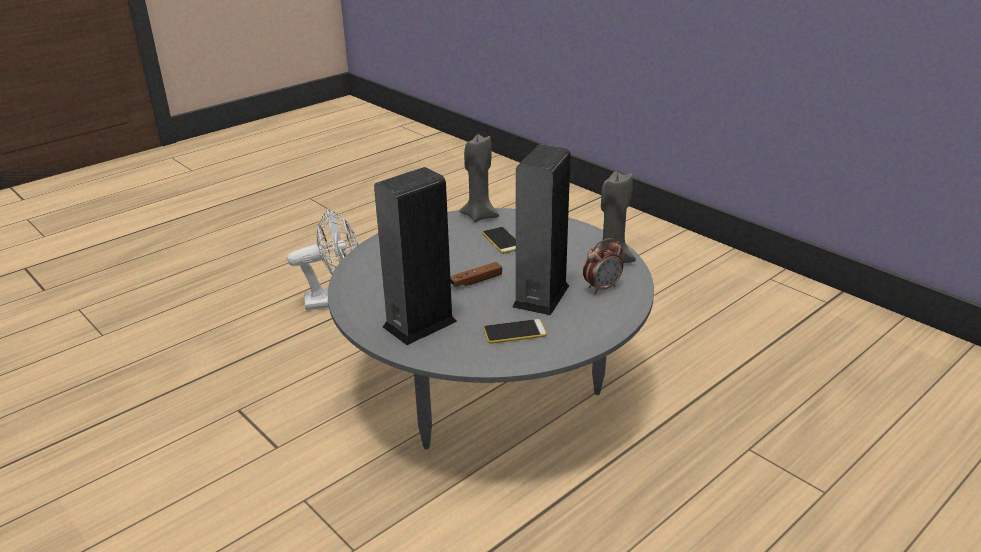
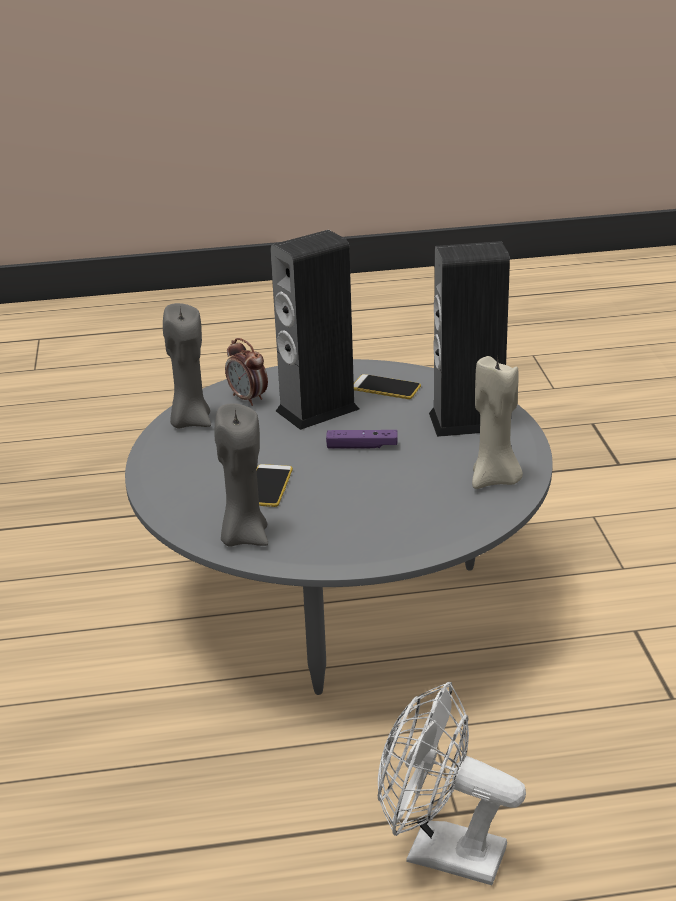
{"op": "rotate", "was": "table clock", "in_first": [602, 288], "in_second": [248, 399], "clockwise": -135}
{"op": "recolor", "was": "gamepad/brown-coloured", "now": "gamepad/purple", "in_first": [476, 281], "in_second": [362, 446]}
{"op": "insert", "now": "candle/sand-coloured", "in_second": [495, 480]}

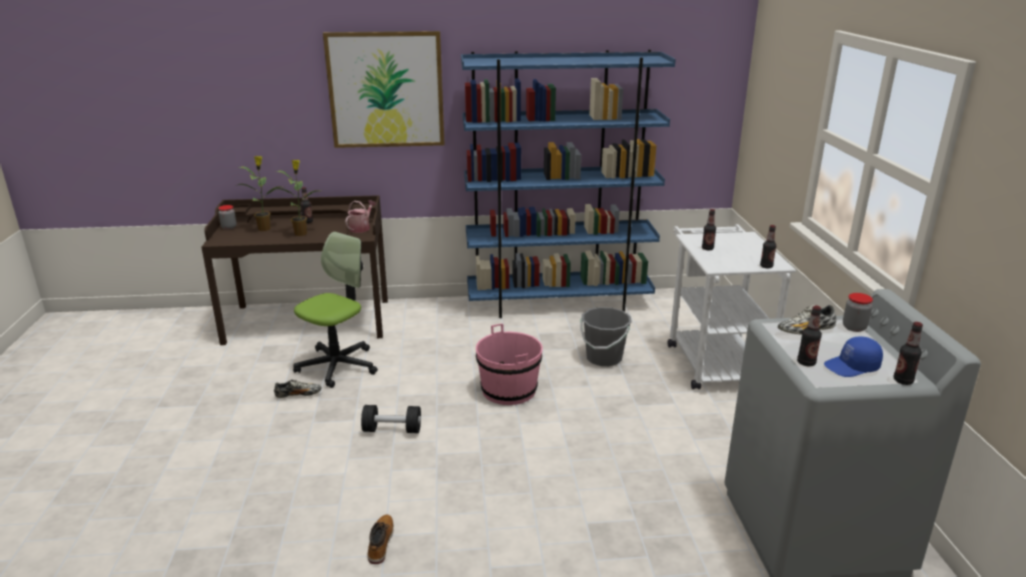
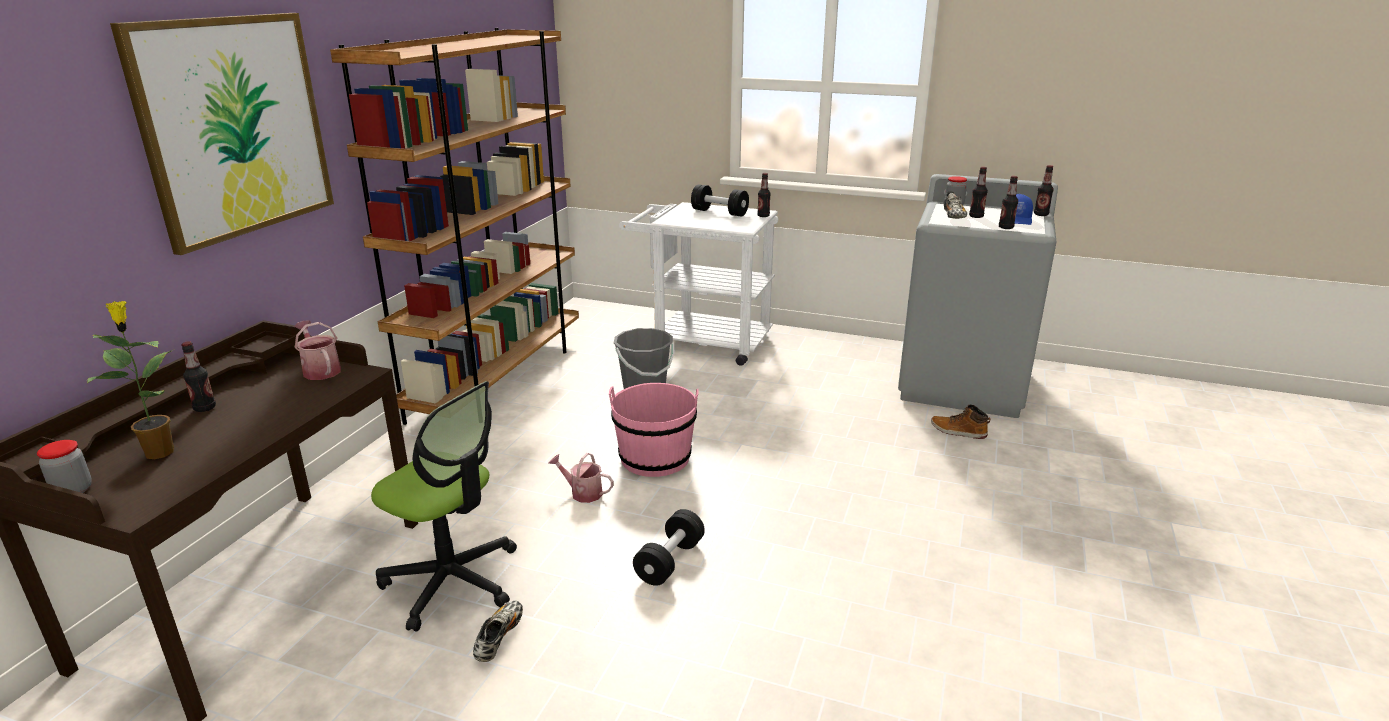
{"op": "recolor", "was": "bookcase/blue", "now": "bookcase/brown-coloured", "in_first": [559, 304], "in_second": [498, 379]}
{"op": "delete", "was": "plant in a pot", "in_first": [301, 233]}
{"op": "move", "was": "drink bottle", "in_first": [707, 248], "in_second": [976, 216]}
{"op": "rotate", "was": "office chair", "in_first": [337, 366], "in_second": [452, 581], "clockwise": 150}
{"op": "move", "was": "tall boot", "in_first": [380, 543], "in_second": [958, 432]}
{"op": "insert", "now": "free weight/black", "in_second": [719, 212]}
{"op": "insert", "now": "sprinkling can", "in_second": [582, 492]}

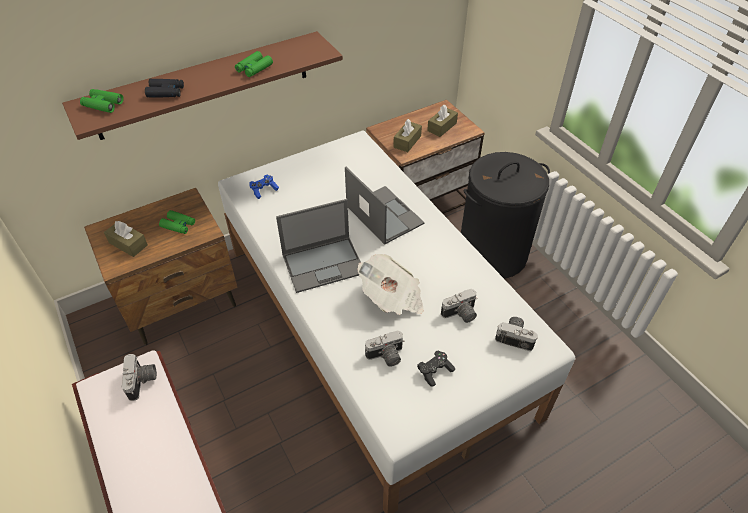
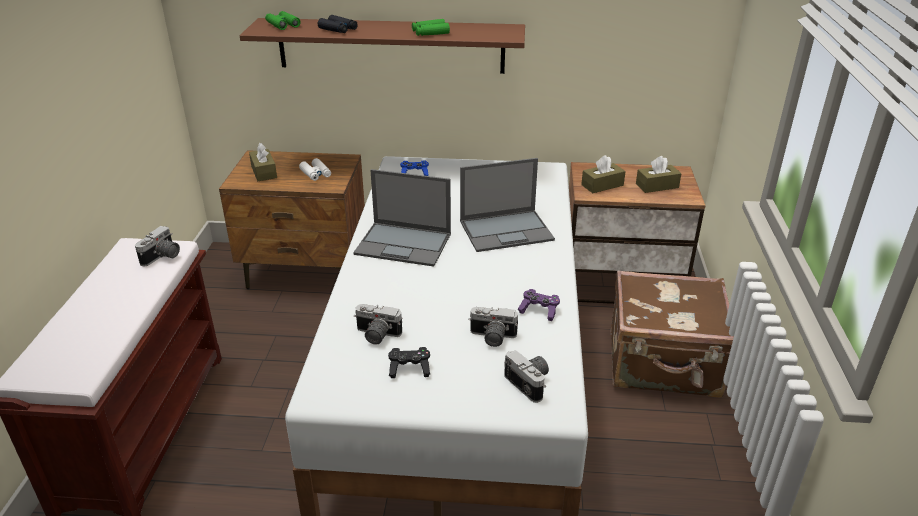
{"op": "replace", "was": "laundry basket/black", "now": "piece of luggage/brown-coloured", "in_first": [492, 253], "in_second": [663, 364]}
{"op": "rotate", "was": "notebook computer", "in_first": [383, 214], "in_second": [507, 230], "clockwise": 75}
{"op": "recolor", "was": "binoculars/green-coloured", "now": "binoculars/whitish", "in_first": [178, 225], "in_second": [316, 174]}
{"op": "delete", "was": "newspaper", "in_first": [392, 297]}
{"op": "insert", "now": "gamepad/purple", "in_second": [539, 310]}

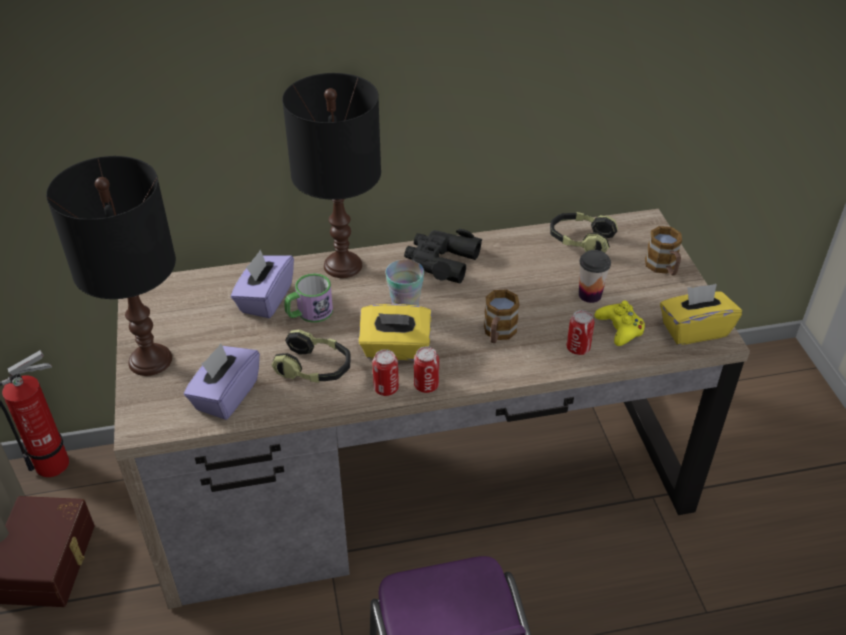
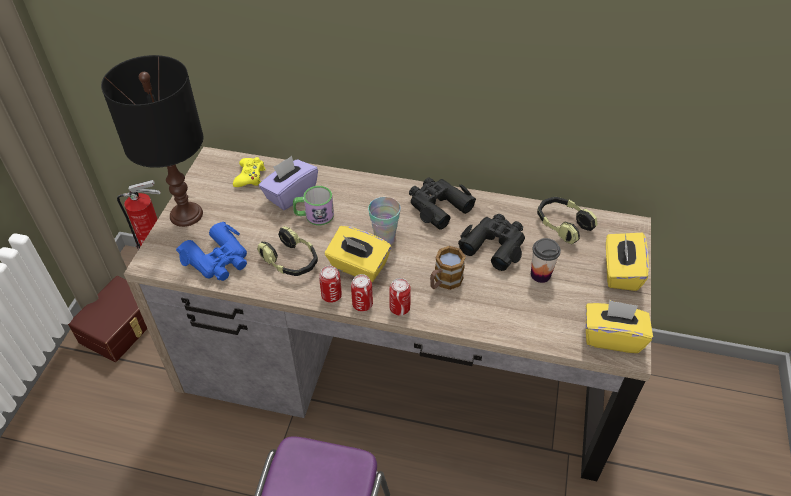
{"op": "delete", "was": "tabletop lamp/black", "in_first": [343, 265]}
{"op": "replace", "was": "mug", "now": "tissue box/yellow", "in_first": [663, 268], "in_second": [620, 272]}
{"op": "move", "was": "gamepad/yellow", "in_first": [620, 328], "in_second": [250, 176]}
{"op": "move", "was": "sealed can", "in_first": [578, 348], "in_second": [399, 308]}
{"op": "replace", "was": "tissue box/purple", "now": "binoculars/blue", "in_first": [226, 395], "in_second": [218, 259]}
{"op": "insert", "now": "binoculars/black", "in_second": [494, 245]}

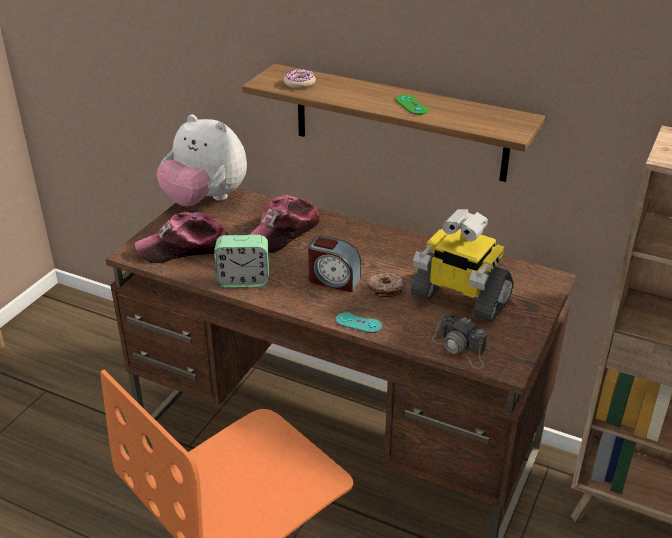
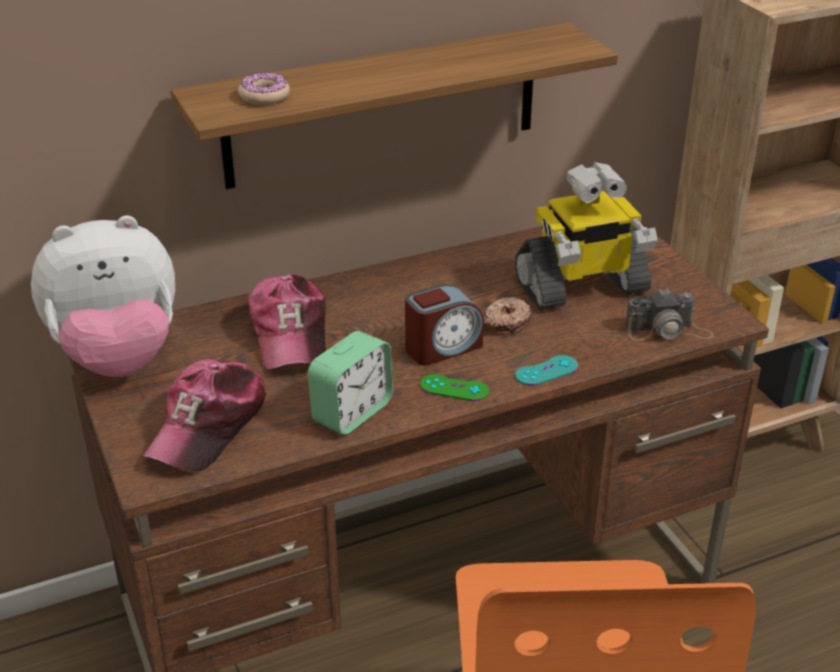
{"op": "move", "was": "gamepad/green-coloured", "in_first": [412, 105], "in_second": [454, 388]}

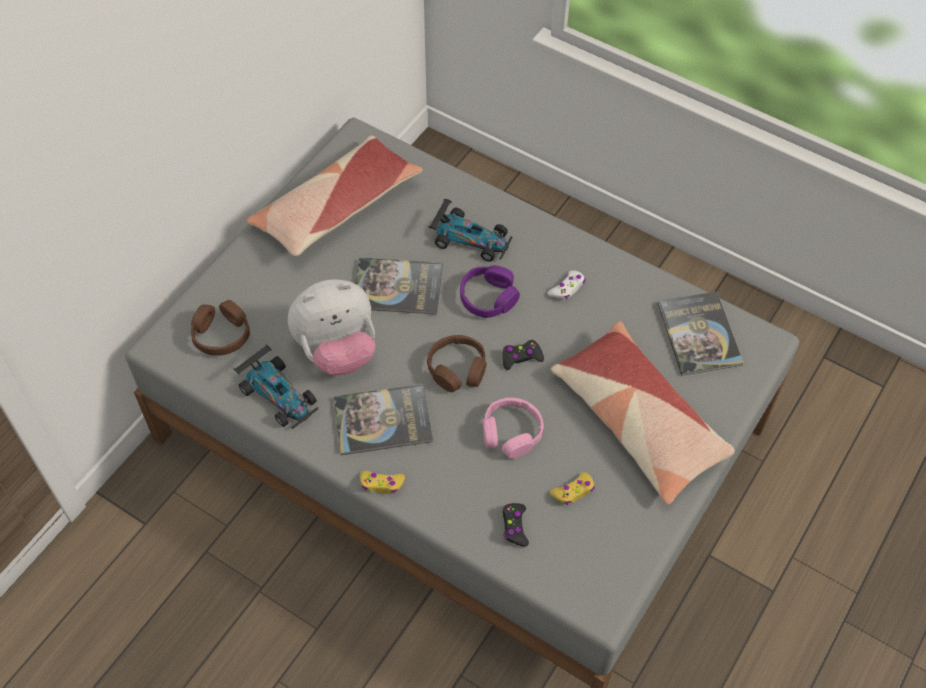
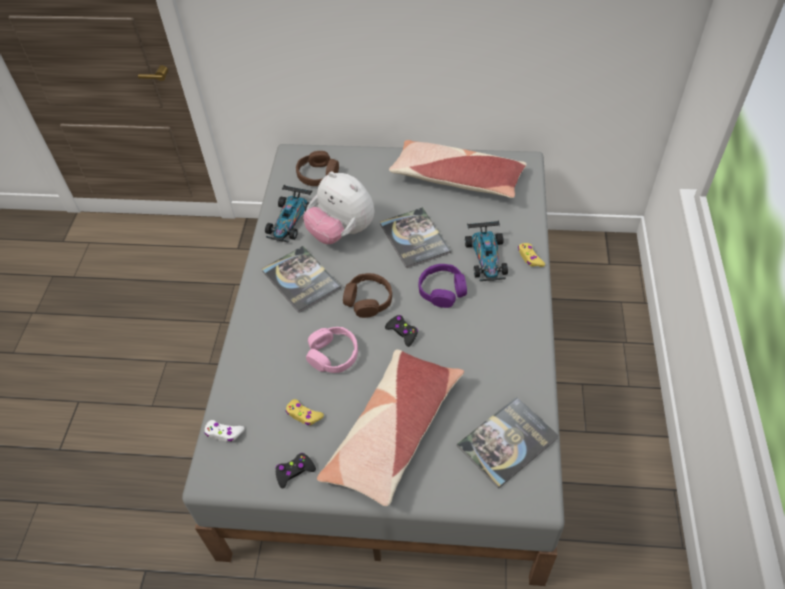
{"op": "move", "was": "gamepad/whitish", "in_first": [567, 288], "in_second": [224, 433]}
{"op": "move", "was": "gamepad/yellow", "in_first": [382, 484], "in_second": [530, 258]}
{"op": "move", "was": "gamepad/black", "in_first": [514, 527], "in_second": [294, 472]}

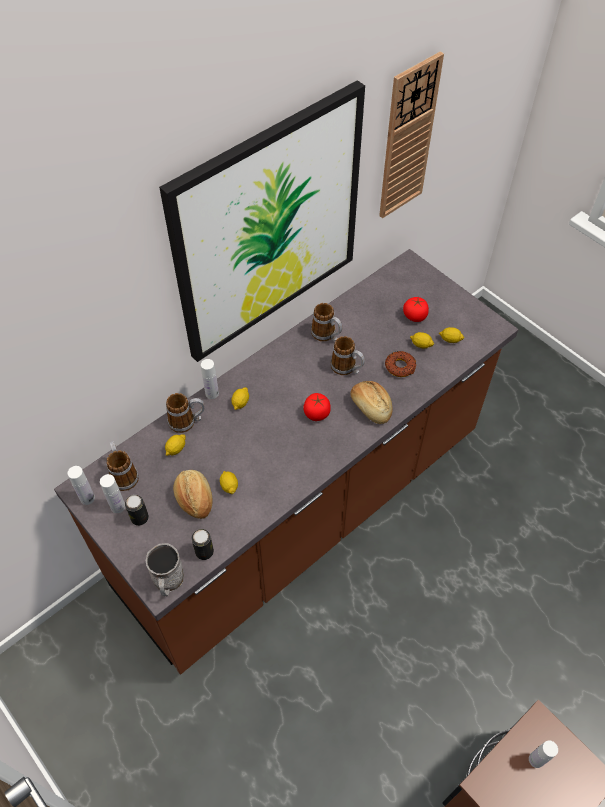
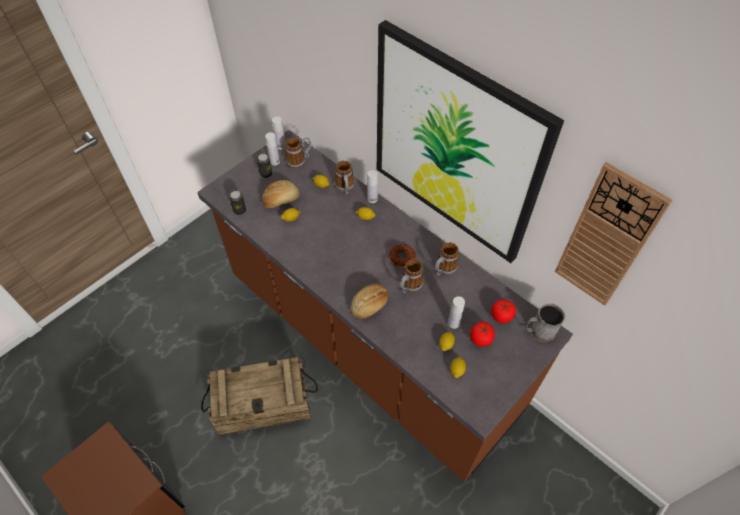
{"op": "move", "was": "doughnut", "in_first": [400, 366], "in_second": [402, 257]}
{"op": "move", "was": "whole tomato", "in_first": [317, 413], "in_second": [501, 316]}
{"op": "move", "was": "mug/greyish", "in_first": [168, 581], "in_second": [539, 331]}
{"op": "move", "was": "drink bottle/whitish", "in_first": [536, 759], "in_second": [453, 323]}
{"op": "insert", "now": "crate", "in_second": [263, 405]}

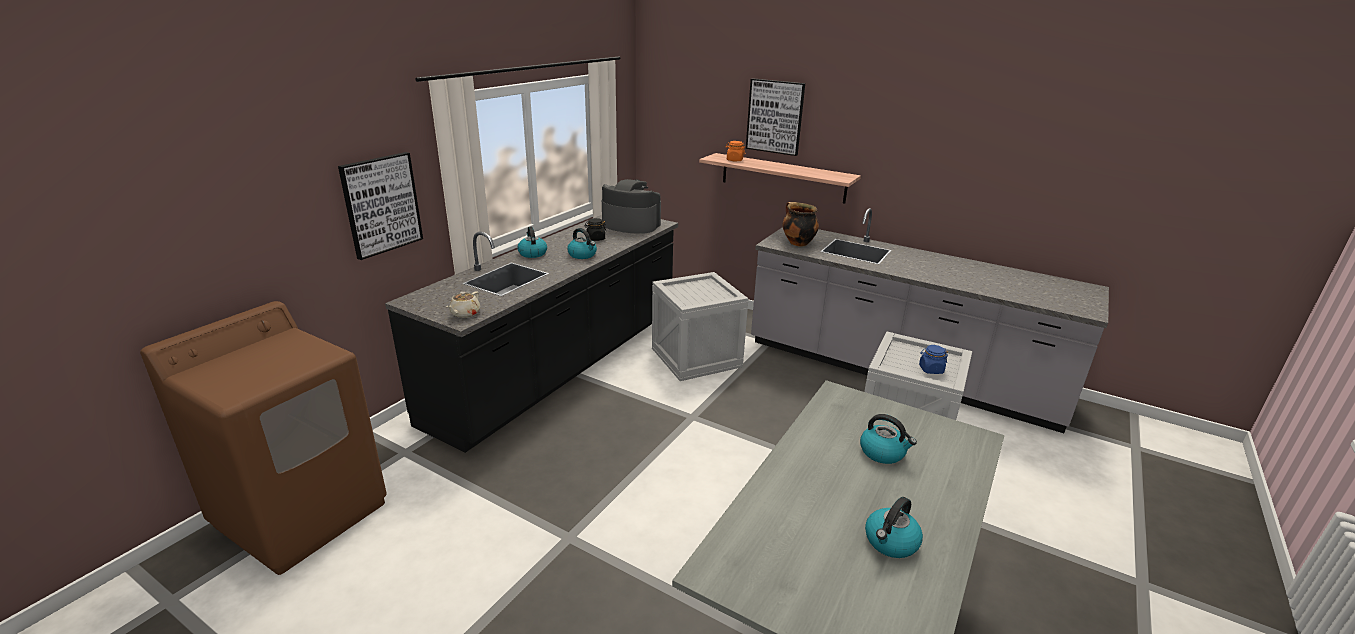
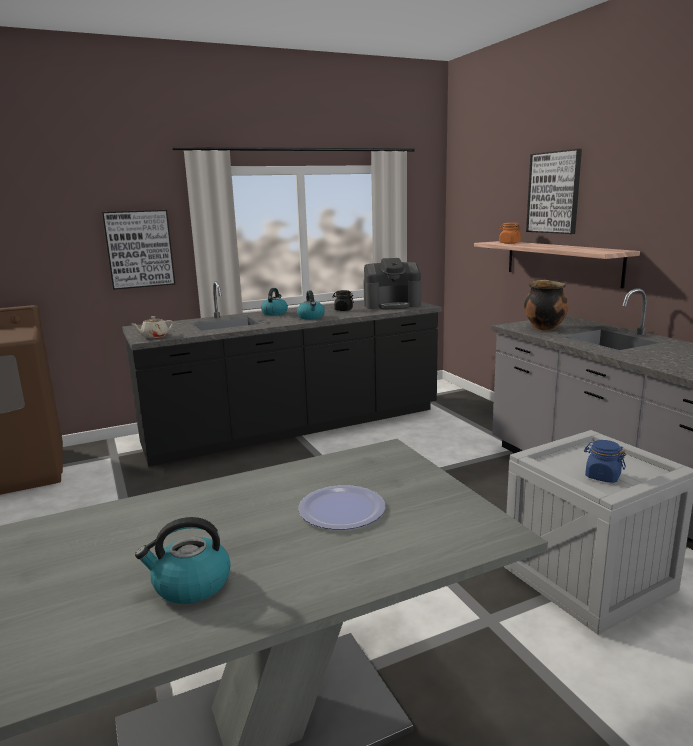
{"op": "rotate", "was": "coffee machine", "in_first": [630, 225], "in_second": [392, 305], "clockwise": 120}
{"op": "delete", "was": "crate", "in_first": [695, 357]}
{"op": "replace", "was": "water kettle", "now": "flat dish", "in_first": [883, 452], "in_second": [342, 509]}

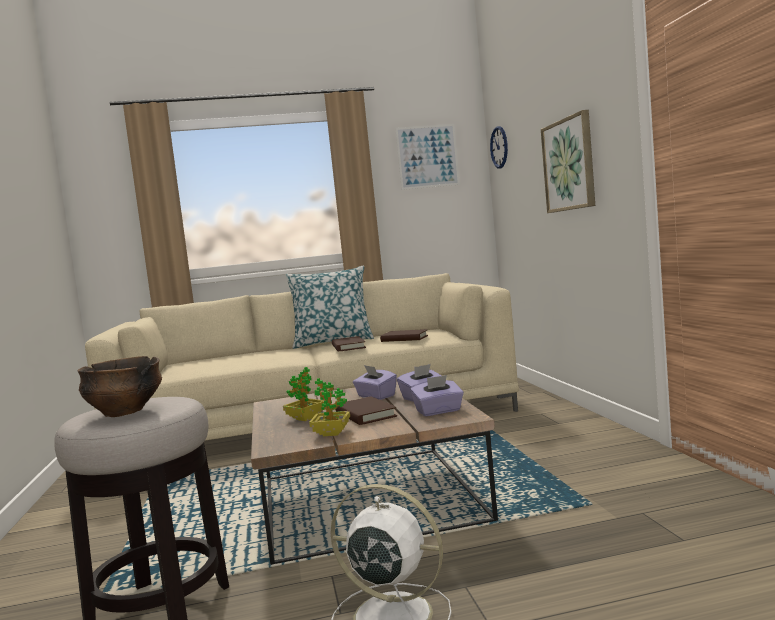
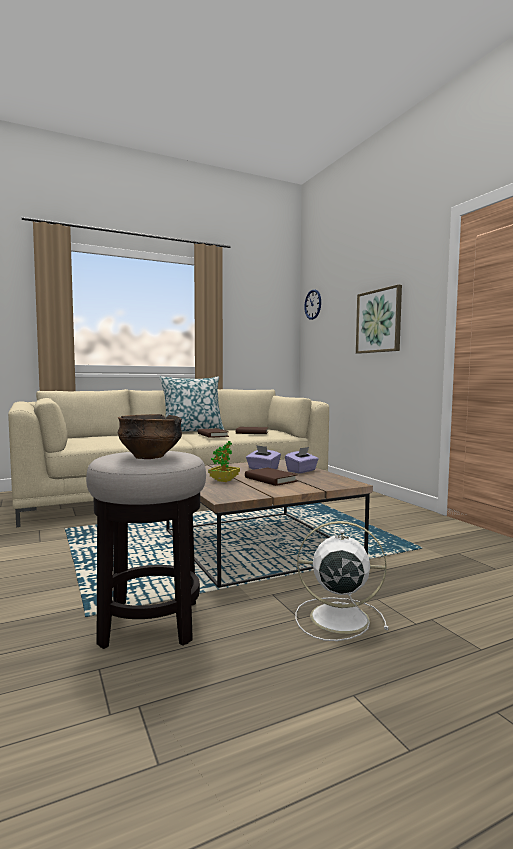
{"op": "delete", "was": "wall art", "in_first": [427, 156]}
{"op": "delete", "was": "tissue box/purple", "in_first": [438, 411]}
{"op": "delete", "was": "plant in a pot", "in_first": [331, 433]}

